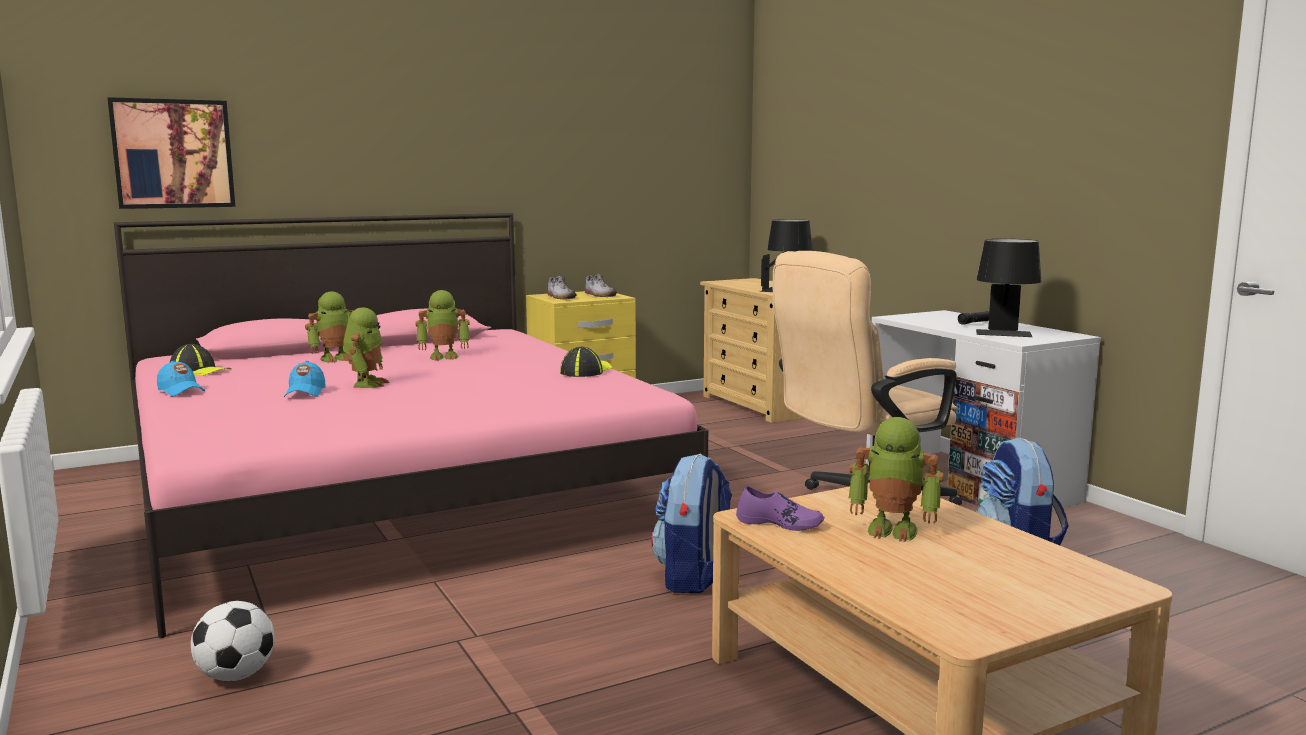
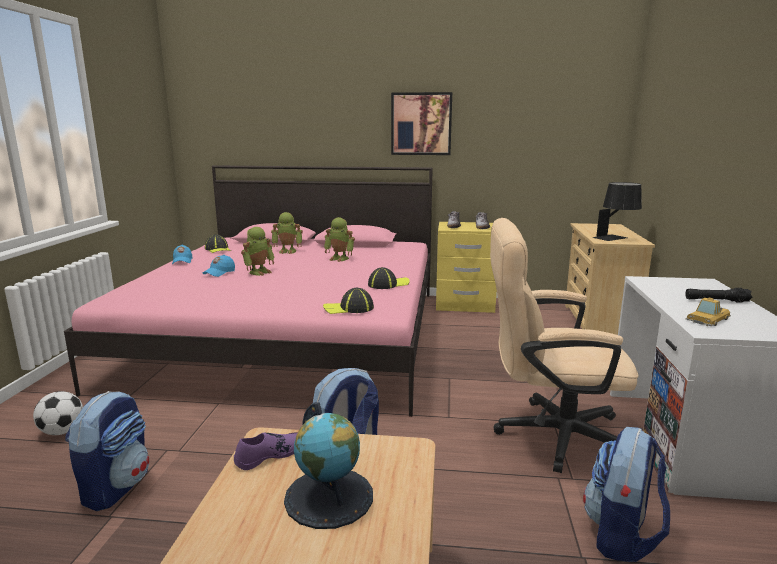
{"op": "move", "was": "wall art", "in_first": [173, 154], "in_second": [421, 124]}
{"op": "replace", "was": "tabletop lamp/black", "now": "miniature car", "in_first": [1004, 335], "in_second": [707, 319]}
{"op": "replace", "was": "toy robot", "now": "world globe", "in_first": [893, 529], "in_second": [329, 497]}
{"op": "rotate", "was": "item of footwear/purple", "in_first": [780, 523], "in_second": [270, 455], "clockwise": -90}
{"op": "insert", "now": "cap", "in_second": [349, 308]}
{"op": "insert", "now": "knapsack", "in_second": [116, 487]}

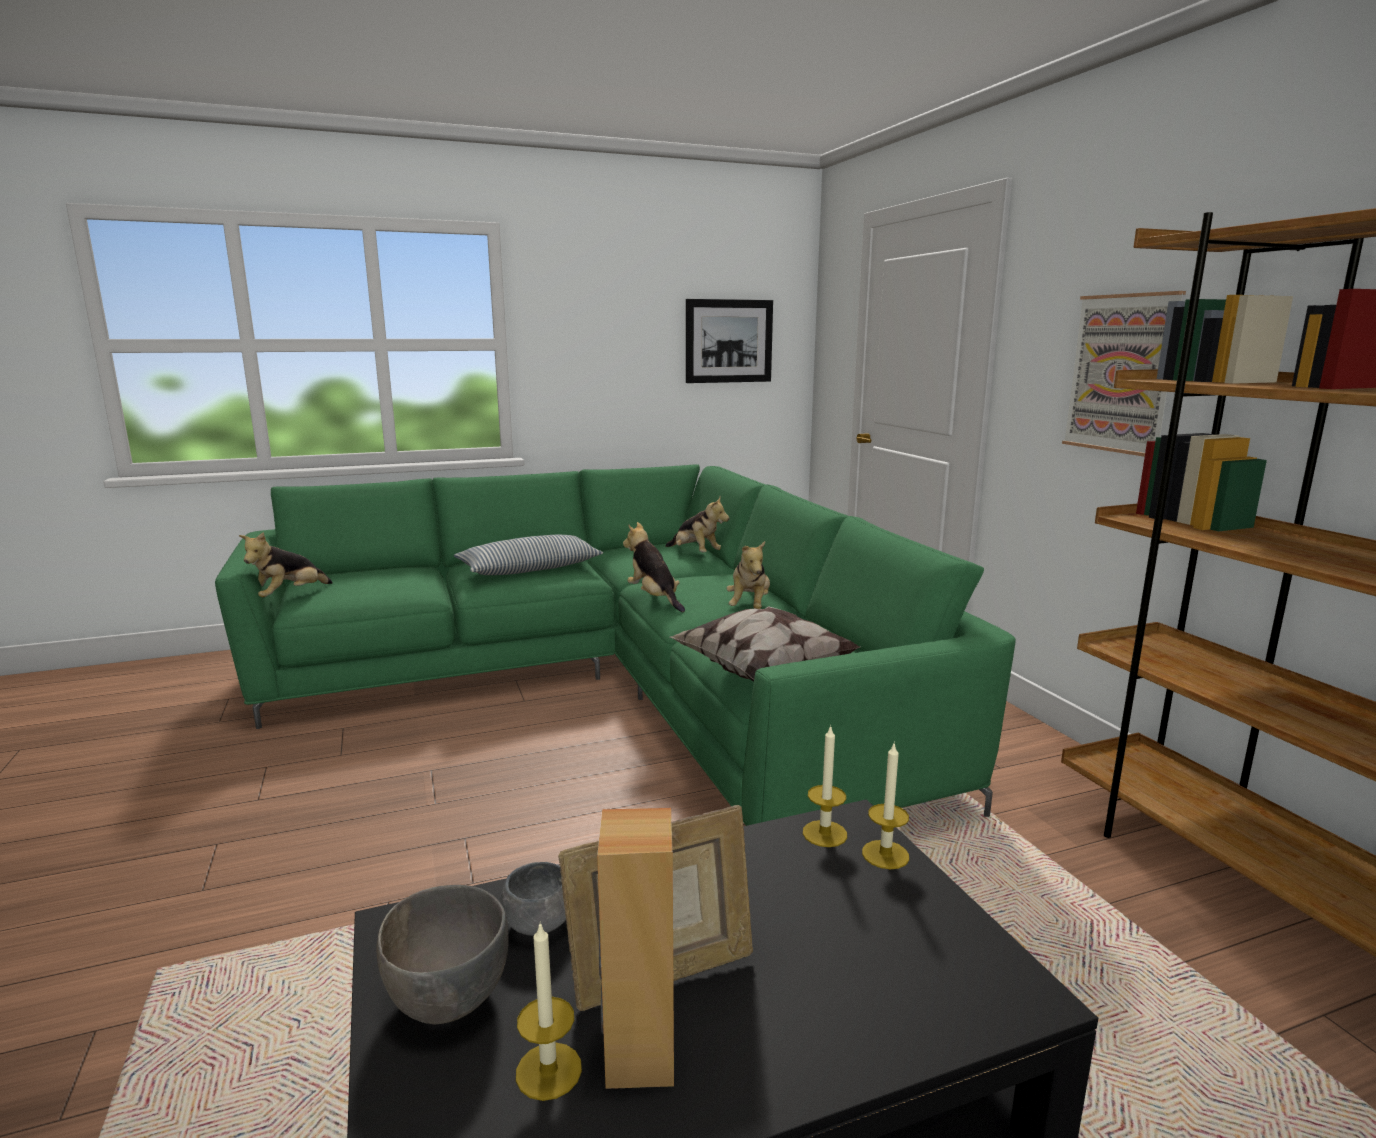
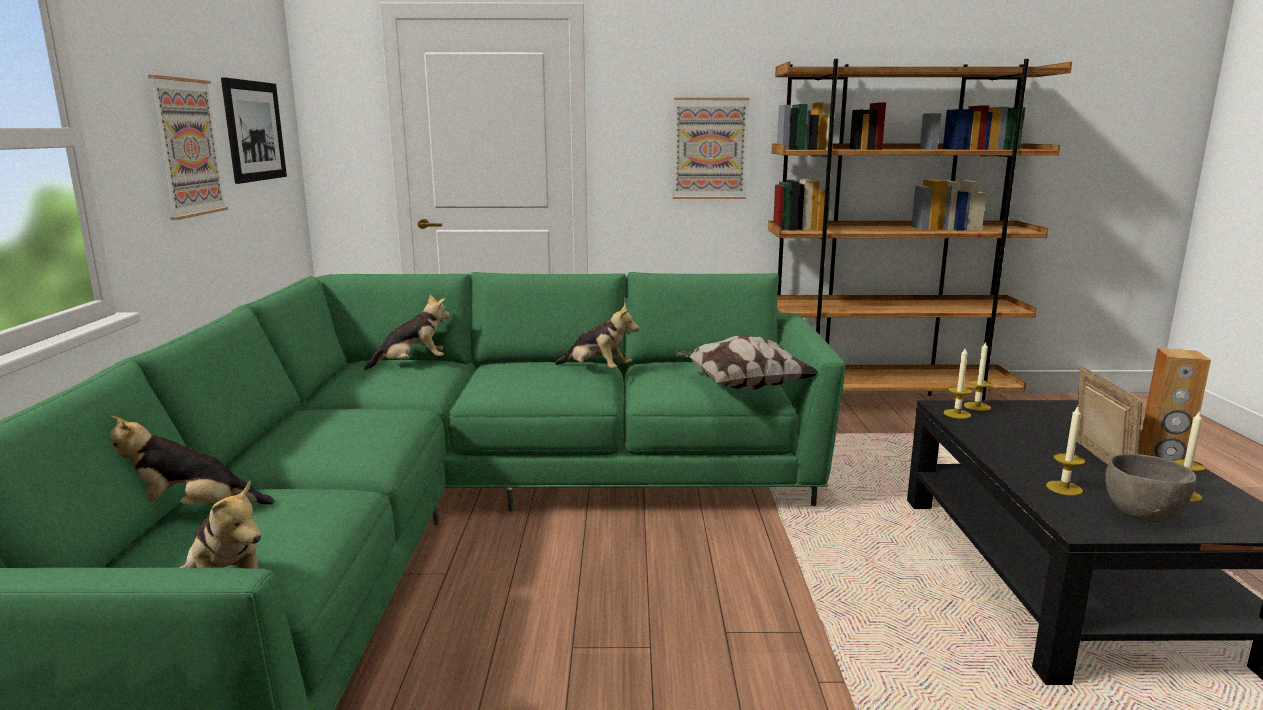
{"op": "move", "was": "cuddly toy", "in_first": [654, 598], "in_second": [192, 512]}
{"op": "delete", "was": "throw pillow", "in_first": [530, 569]}
{"op": "replace", "was": "serving bowl/greyish", "now": "candle", "in_first": [539, 923], "in_second": [1064, 488]}
{"op": "insert", "now": "wall art", "in_second": [187, 147]}

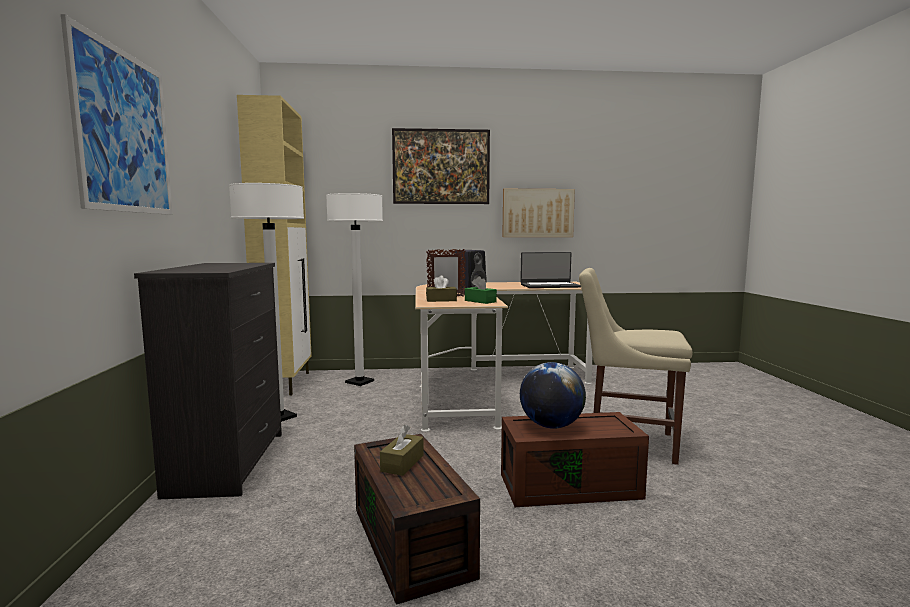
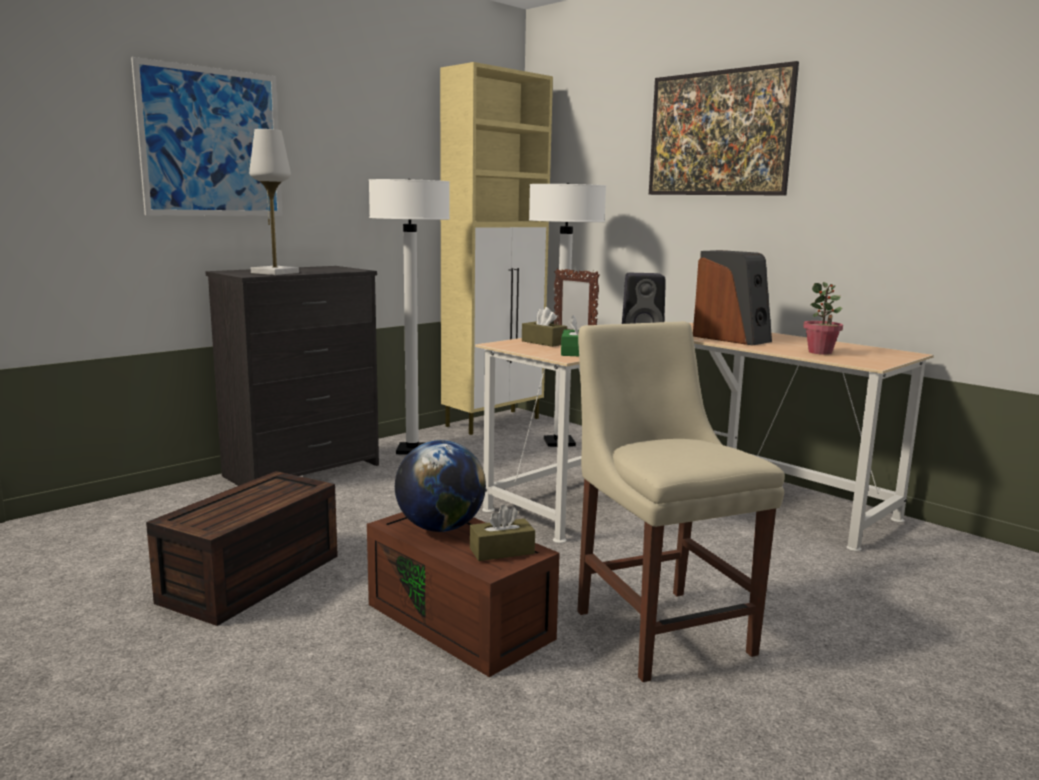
{"op": "delete", "was": "wall art", "in_first": [537, 213]}
{"op": "replace", "was": "notebook computer", "now": "plant in a pot", "in_first": [549, 286], "in_second": [820, 352]}
{"op": "move", "was": "tissue box/brown-coloured", "in_first": [402, 463], "in_second": [502, 551]}
{"op": "insert", "now": "tabletop lamp/whitish", "in_second": [275, 273]}
{"op": "insert", "now": "audio speaker", "in_second": [731, 338]}

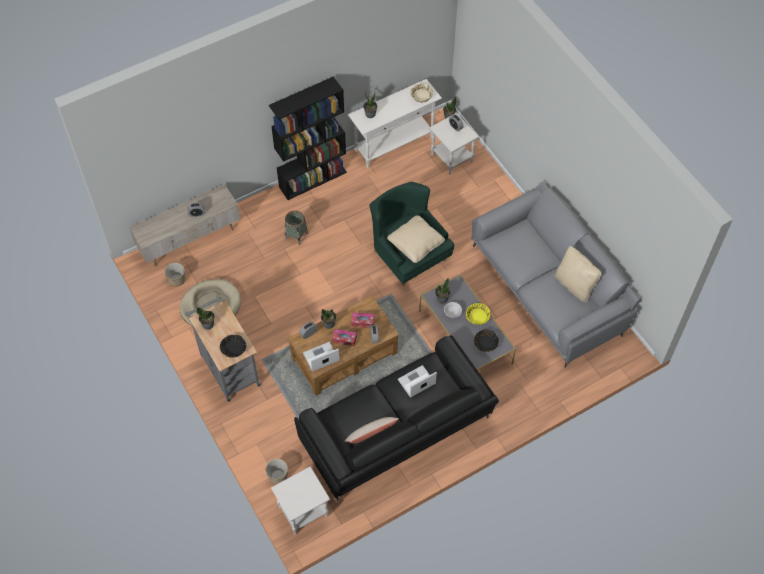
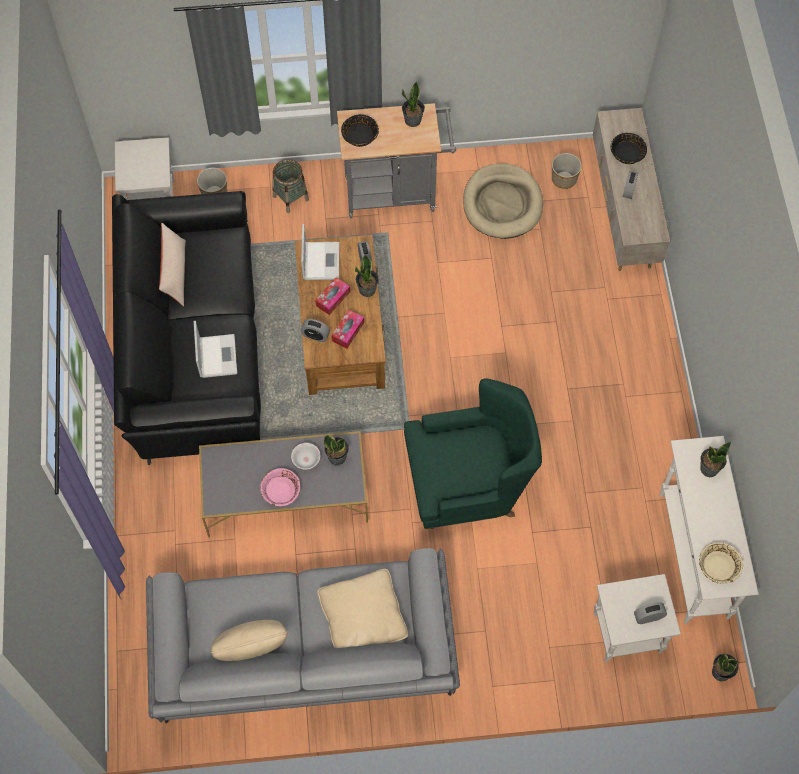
{"op": "delete", "was": "bookcase/black", "in_first": [313, 179]}
{"op": "move", "was": "storage basket", "in_first": [296, 235], "in_second": [291, 198]}
{"op": "move", "was": "throw pillow/sand-coloured", "in_first": [416, 244], "in_second": [362, 617]}
{"op": "recolor", "was": "serving bowl/yellow", "now": "serving bowl/pink", "in_first": [477, 317], "in_second": [280, 491]}
{"op": "move", "was": "serving bowl/black", "in_first": [486, 344], "in_second": [627, 153]}

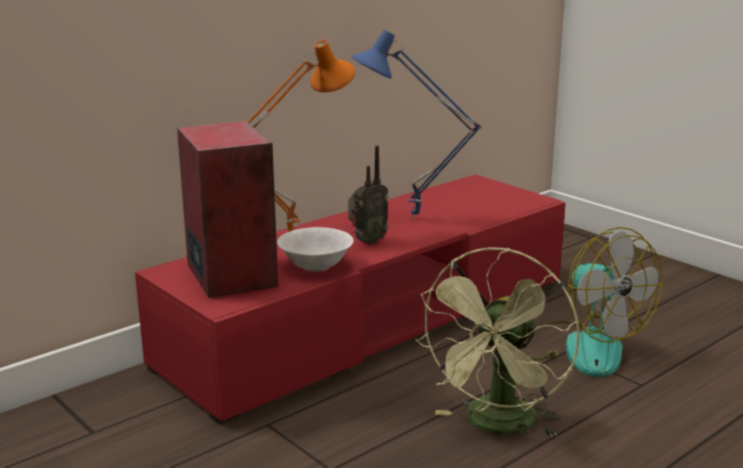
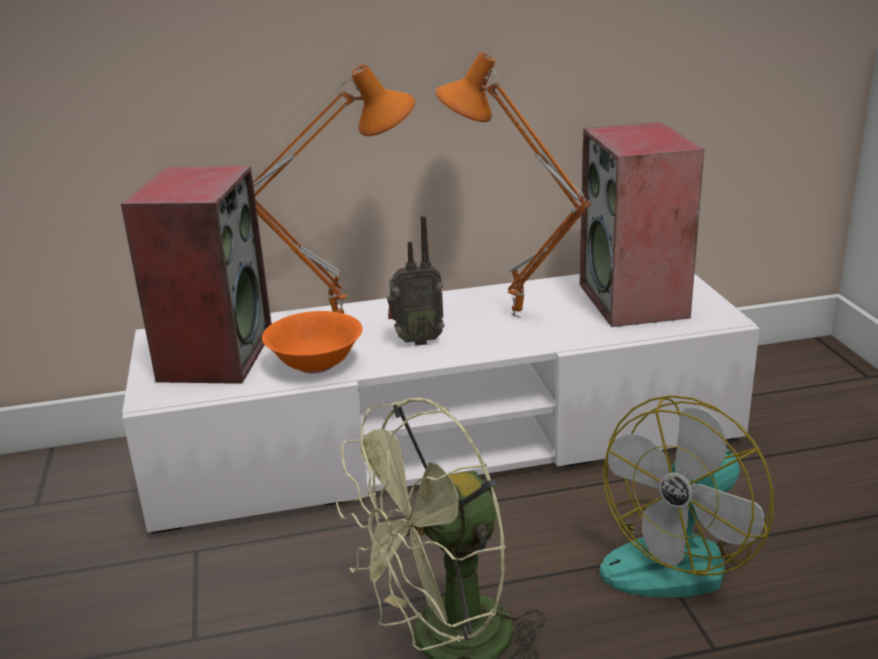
{"op": "recolor", "was": "tabletop lamp/blue", "now": "tabletop lamp/orange-coloured", "in_first": [413, 219], "in_second": [512, 318]}
{"op": "recolor", "was": "tv stand/red", "now": "tv stand/whitish", "in_first": [371, 322], "in_second": [444, 441]}
{"op": "recolor", "was": "serving bowl/whitish", "now": "serving bowl/orange-coloured", "in_first": [316, 266], "in_second": [316, 364]}
{"op": "rotate", "was": "cooling fan", "in_first": [580, 347], "in_second": [680, 555], "clockwise": 45}
{"op": "insert", "now": "audio speaker", "in_second": [635, 301]}

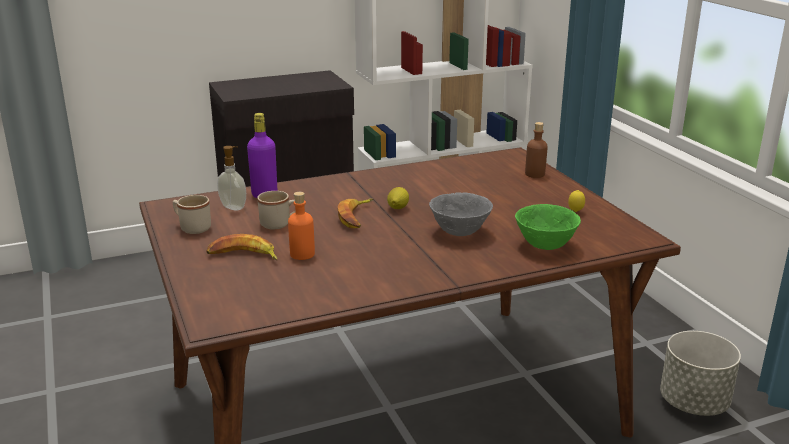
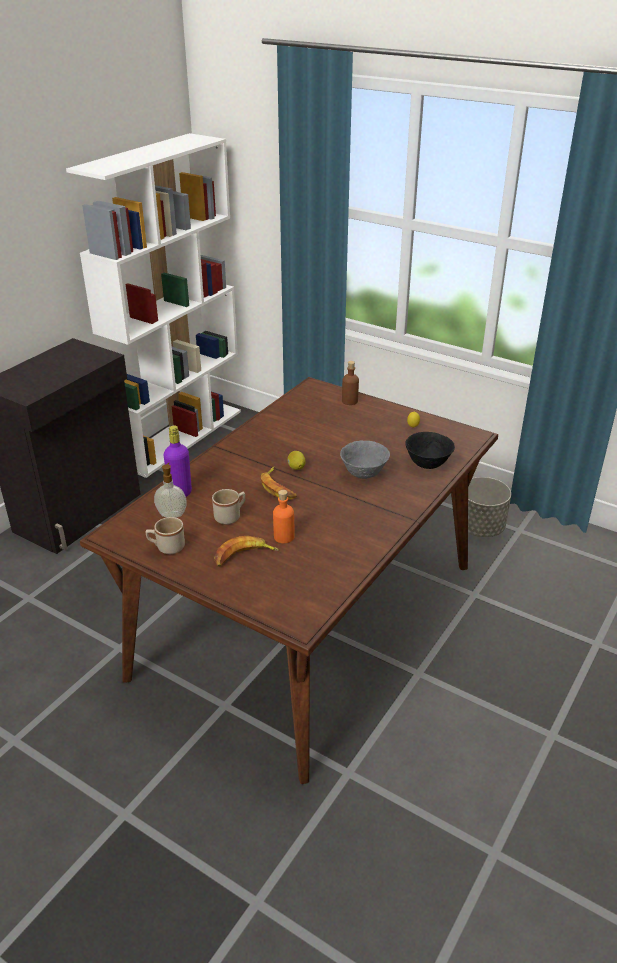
{"op": "recolor", "was": "serving bowl/green-coloured", "now": "serving bowl/black", "in_first": [545, 246], "in_second": [428, 465]}

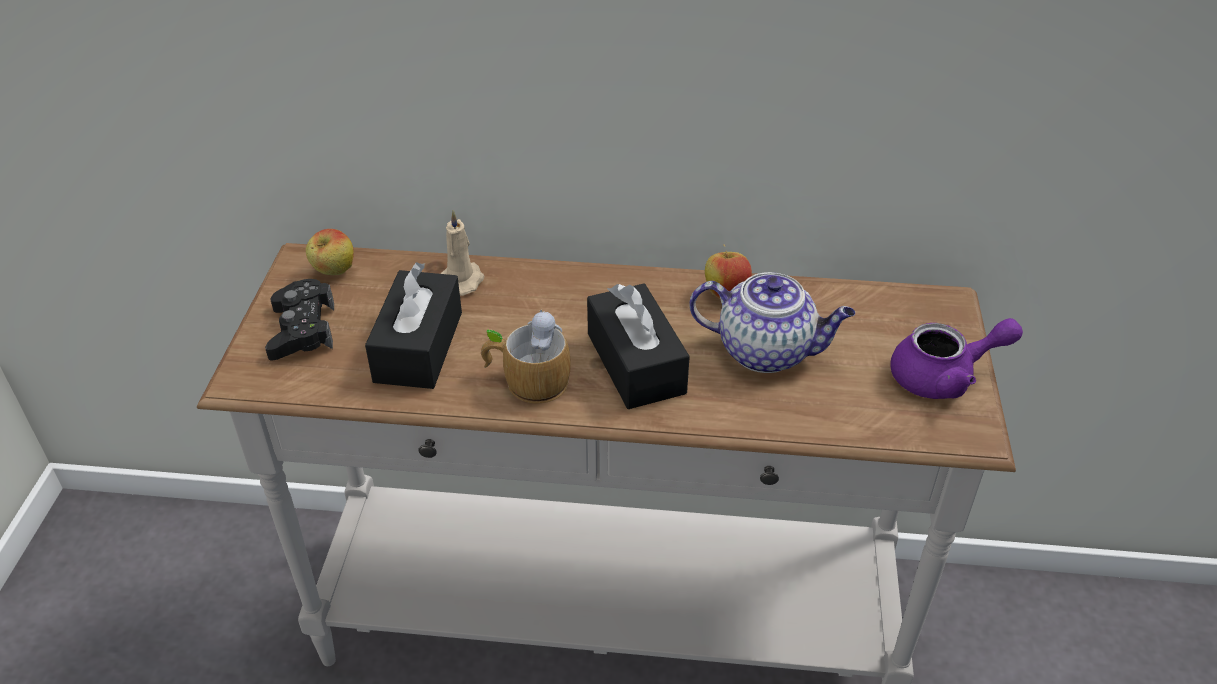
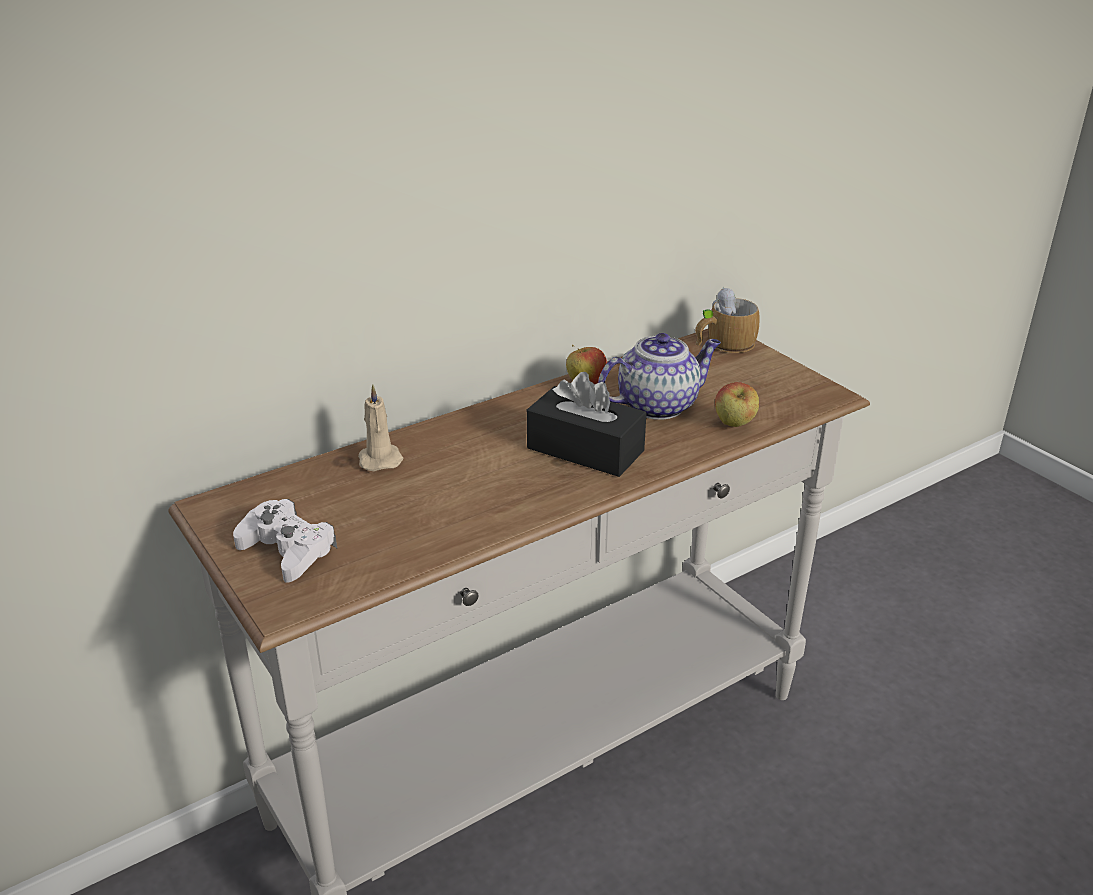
{"op": "move", "was": "whole apple", "in_first": [334, 272], "in_second": [734, 425]}
{"op": "delete", "was": "tissue box/black", "in_first": [418, 347]}
{"op": "recolor", "was": "gamepad/black", "now": "gamepad/whitish", "in_first": [302, 329], "in_second": [287, 549]}
{"op": "move", "was": "mug", "in_first": [526, 379], "in_second": [723, 344]}
{"op": "delete", "was": "tea pot/purple", "in_first": [944, 377]}

